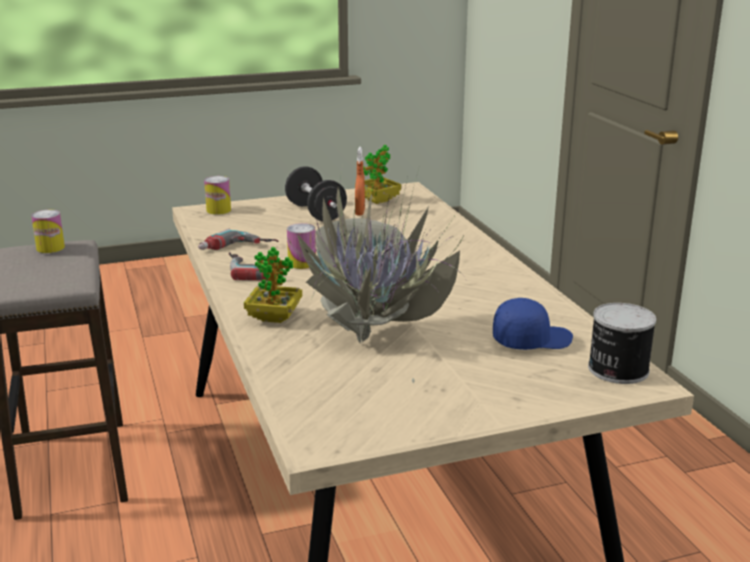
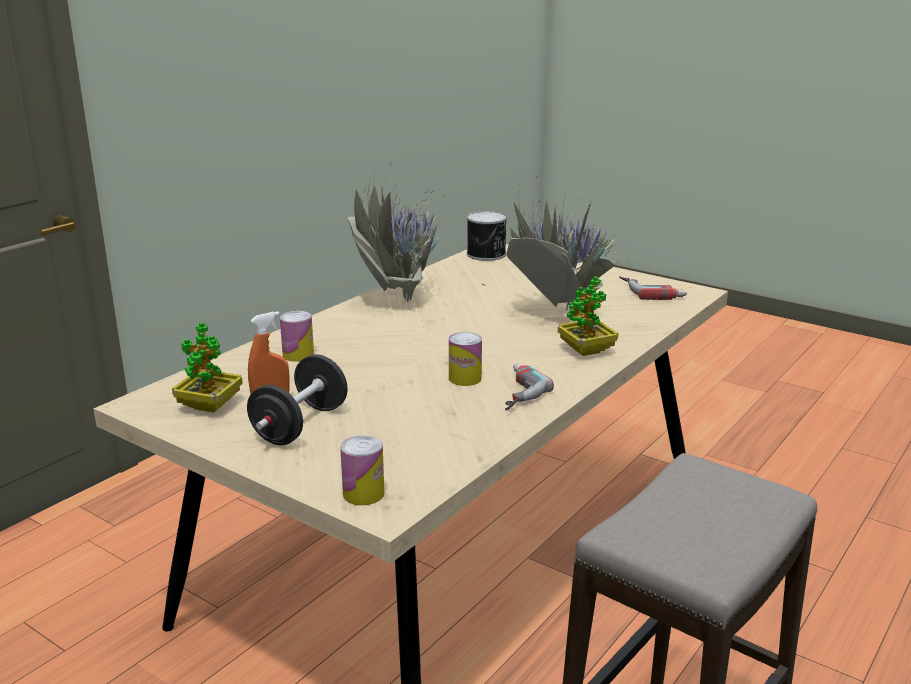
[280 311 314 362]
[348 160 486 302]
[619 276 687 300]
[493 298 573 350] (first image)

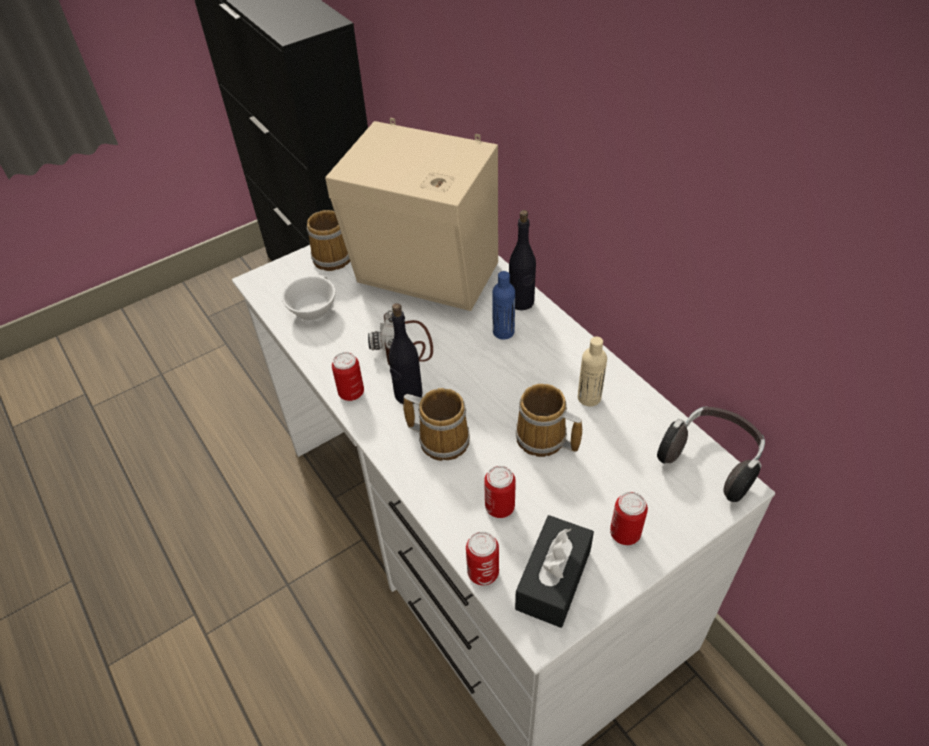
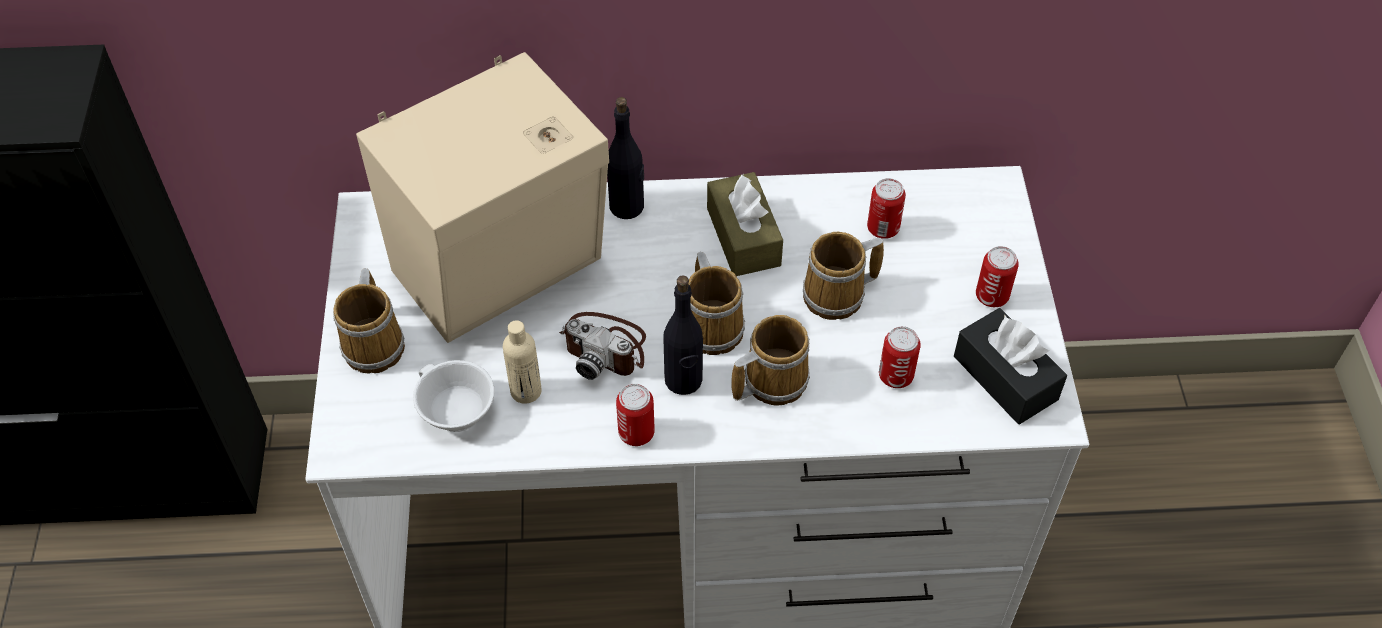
[503 320 542 404]
[689 252 745 355]
[707 172 783 276]
[867 178 906 239]
[492 271 515 339] (first image)
[657 406 765 502] (first image)

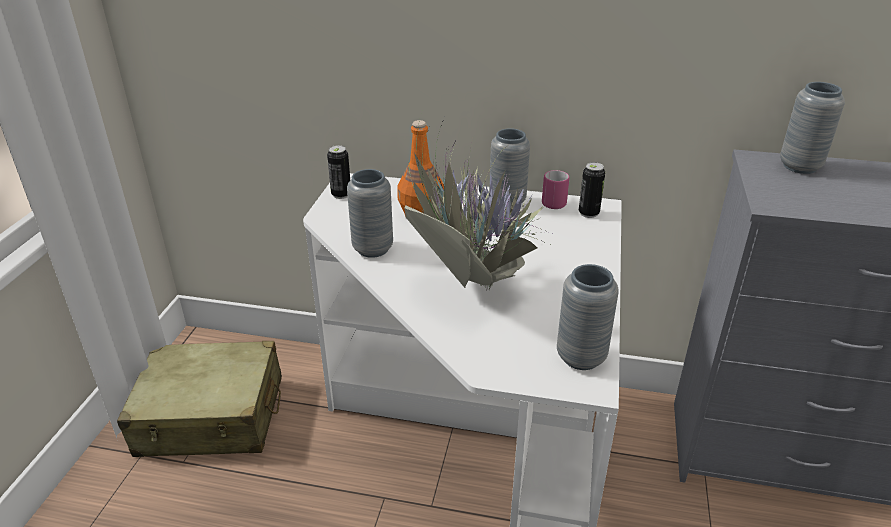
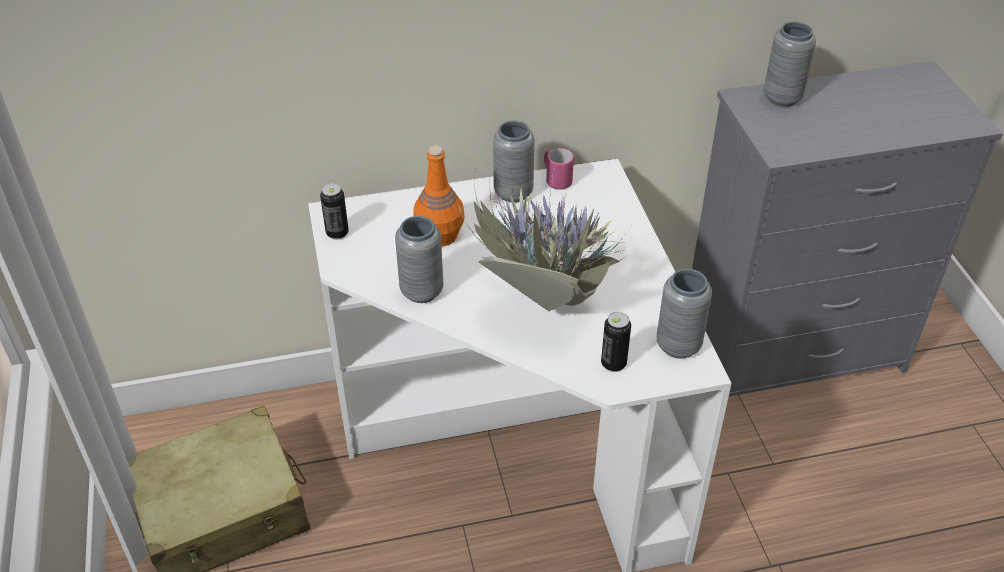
[601 312 631 372]

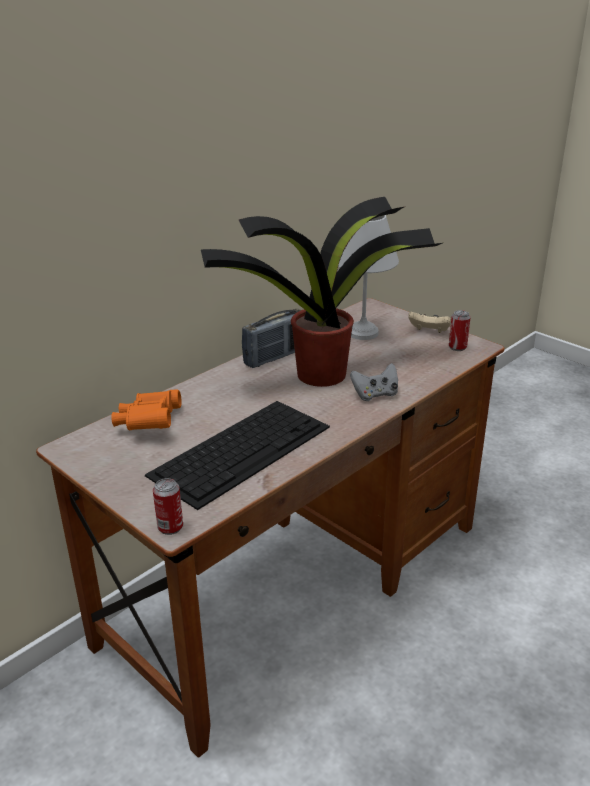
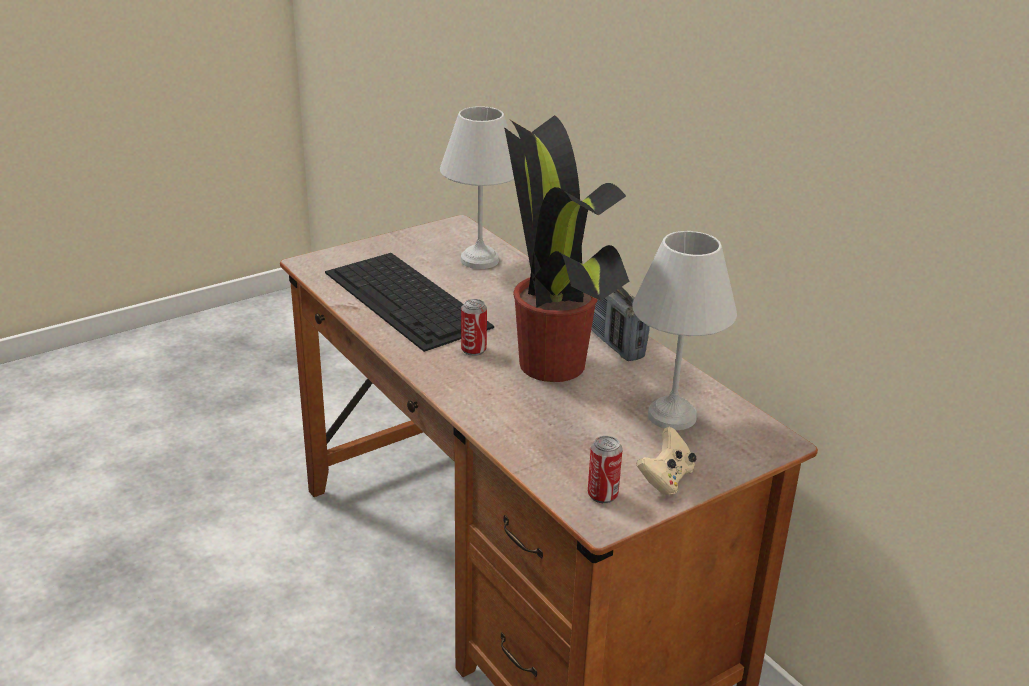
[440 106 514 269]
[461 299 487 356]
[350 363 398 401] (first image)

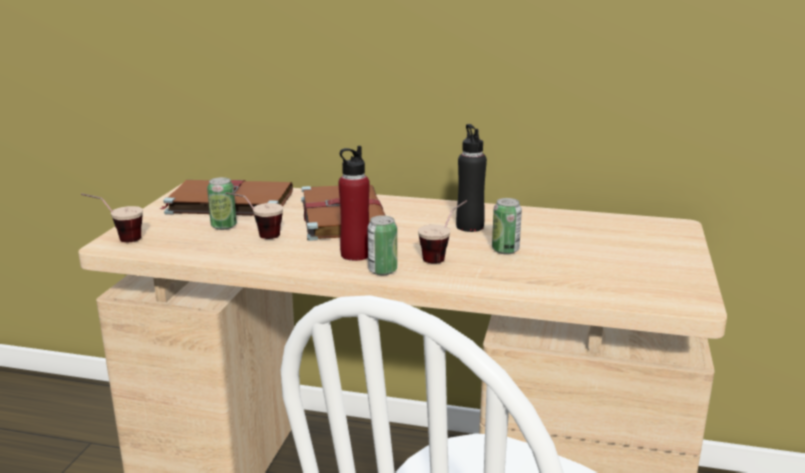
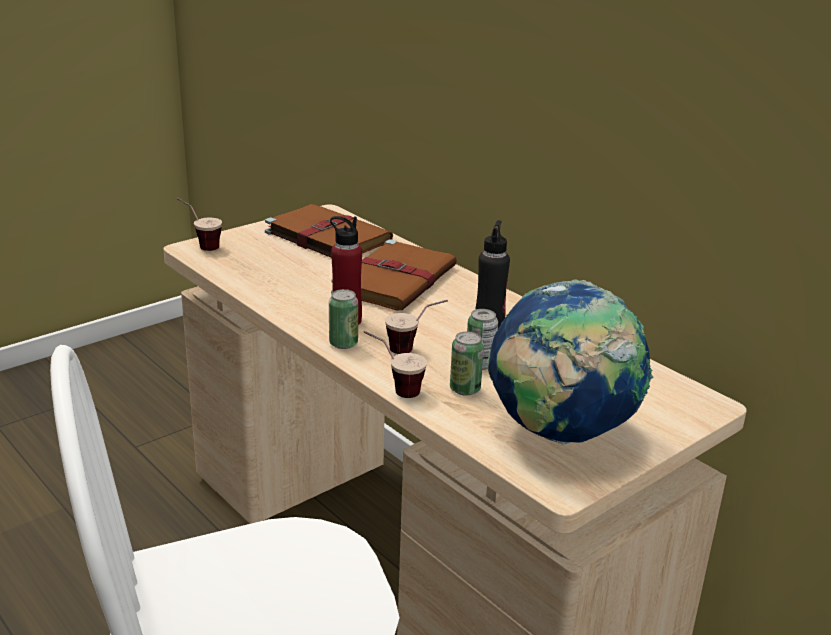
[363 331 427 398]
[450 331 484 396]
[487 279 654 444]

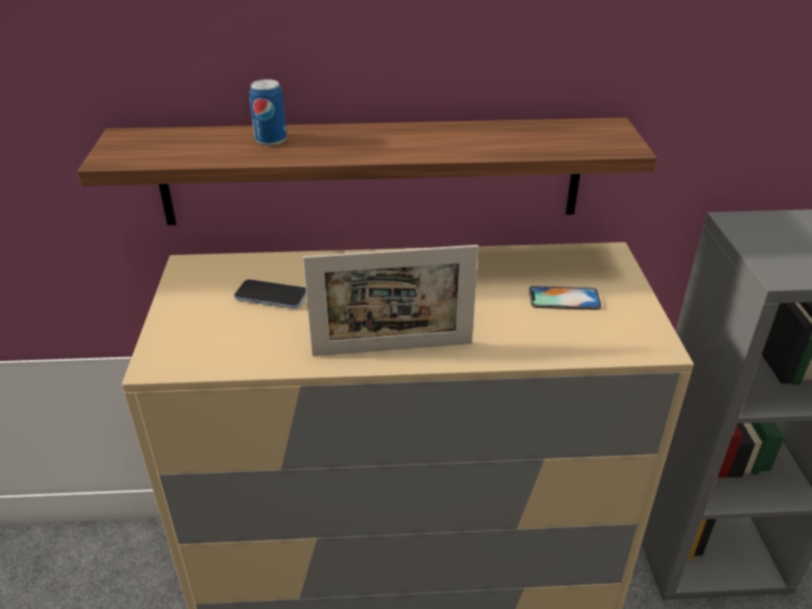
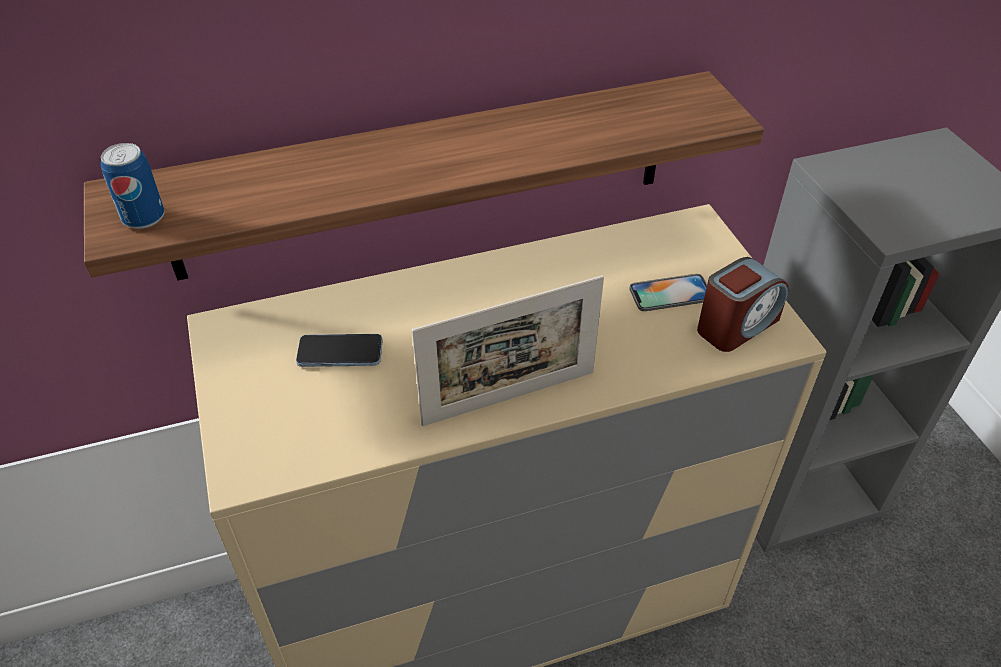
[101 143 165 229]
[697 257 788 352]

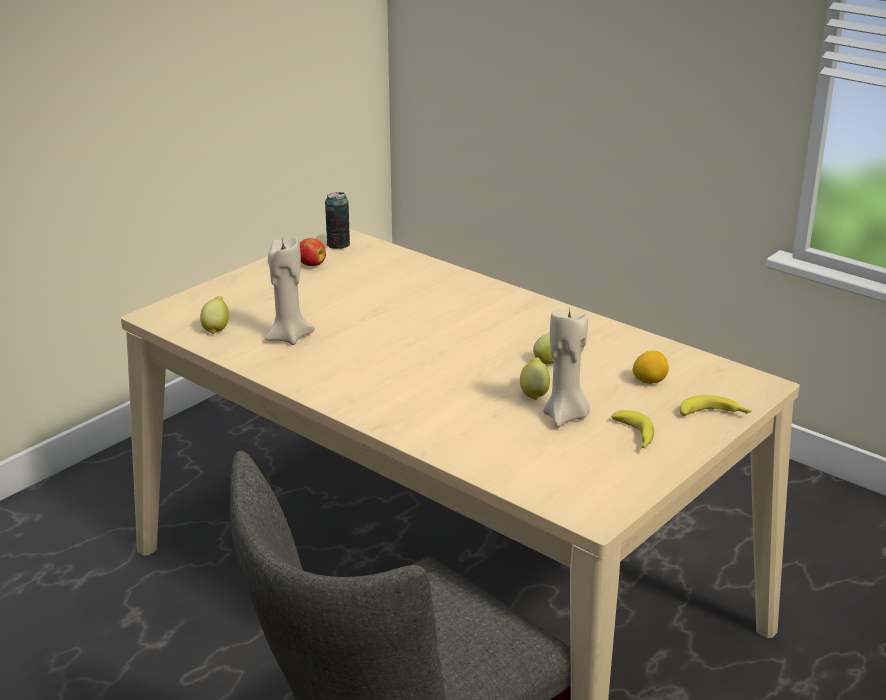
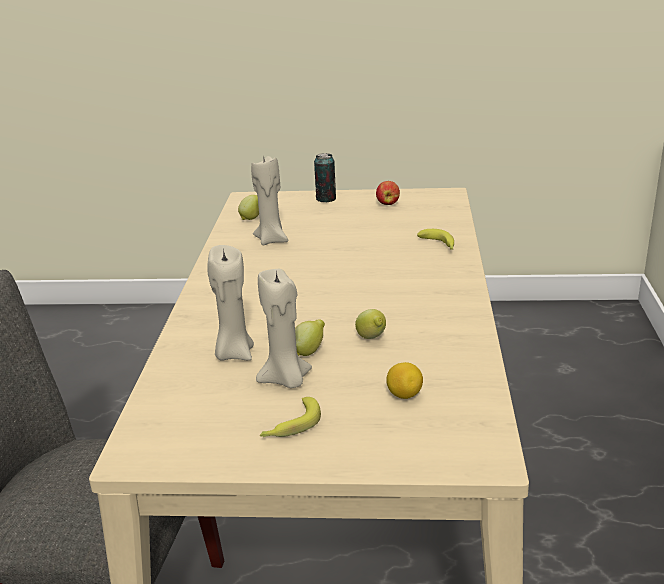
[207 245 254 361]
[314 153 336 202]
[417 229 454 250]

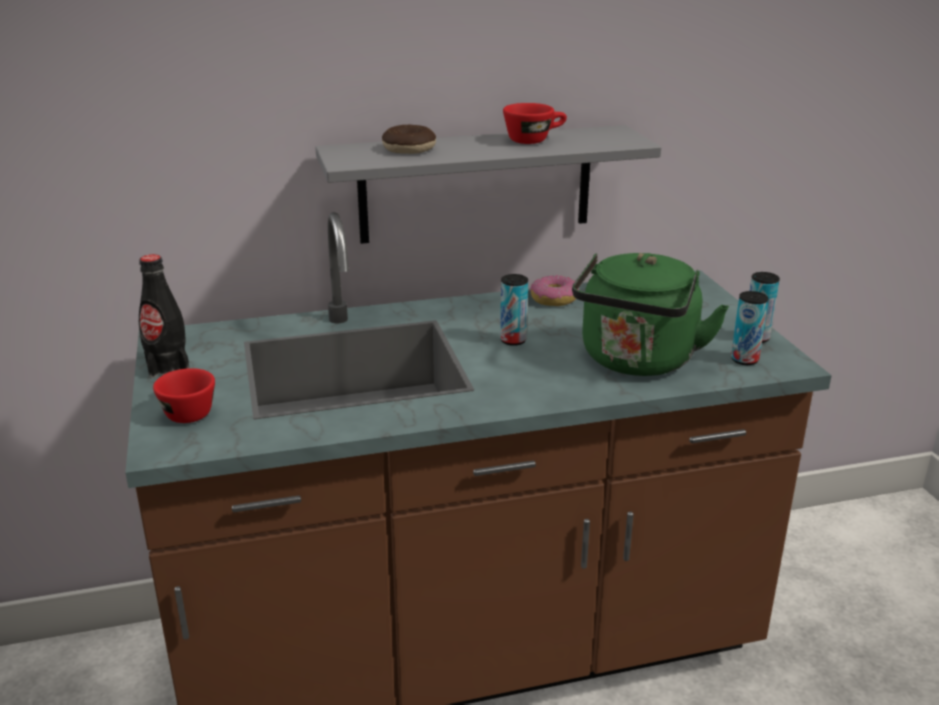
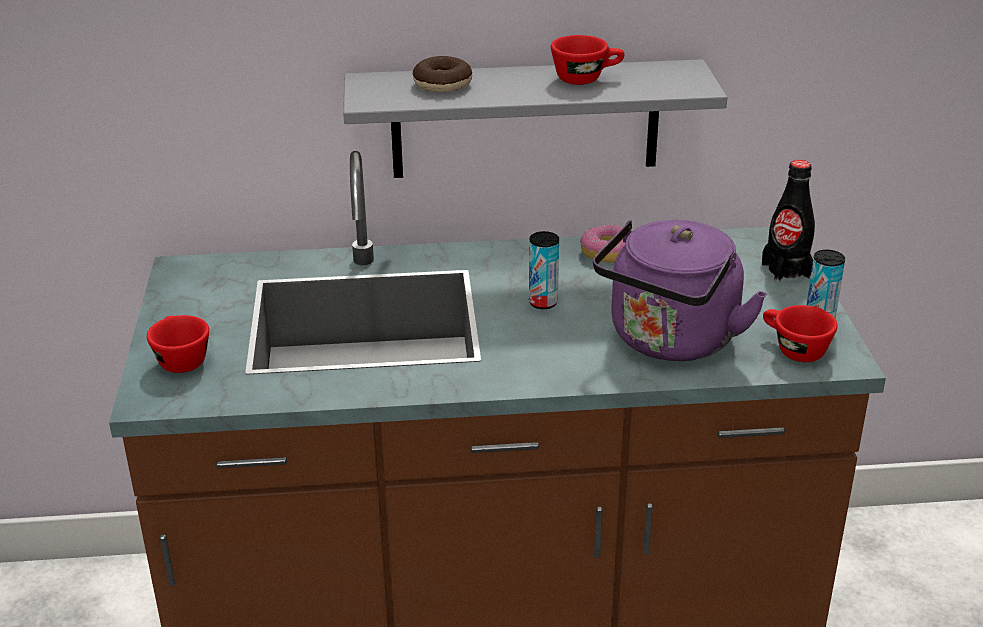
[593 220 767 361]
[762 160 815 282]
[763 305 838 362]

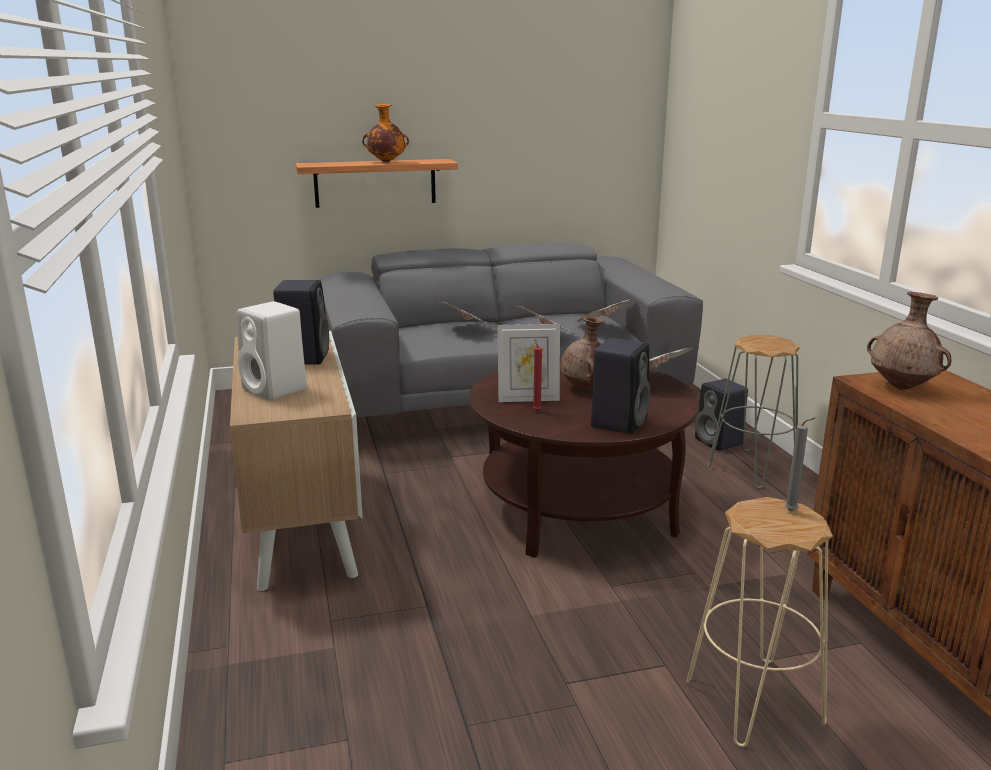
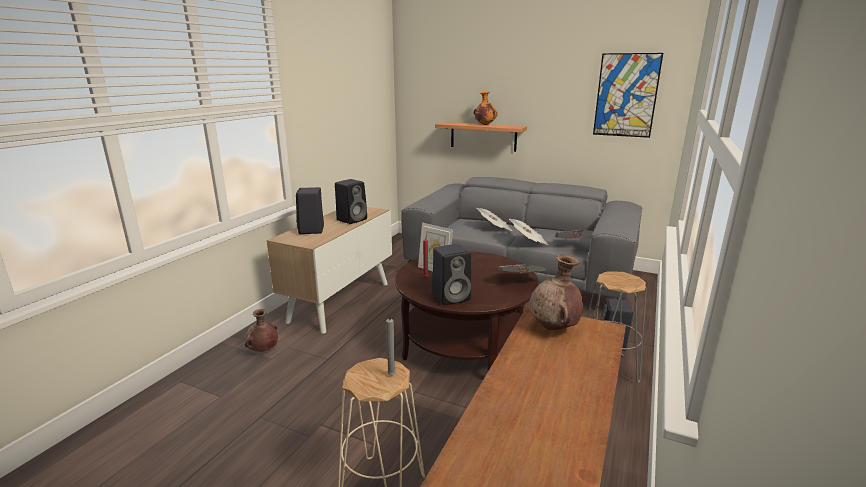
[245 309 278 352]
[296 187 324 234]
[593 53 663 138]

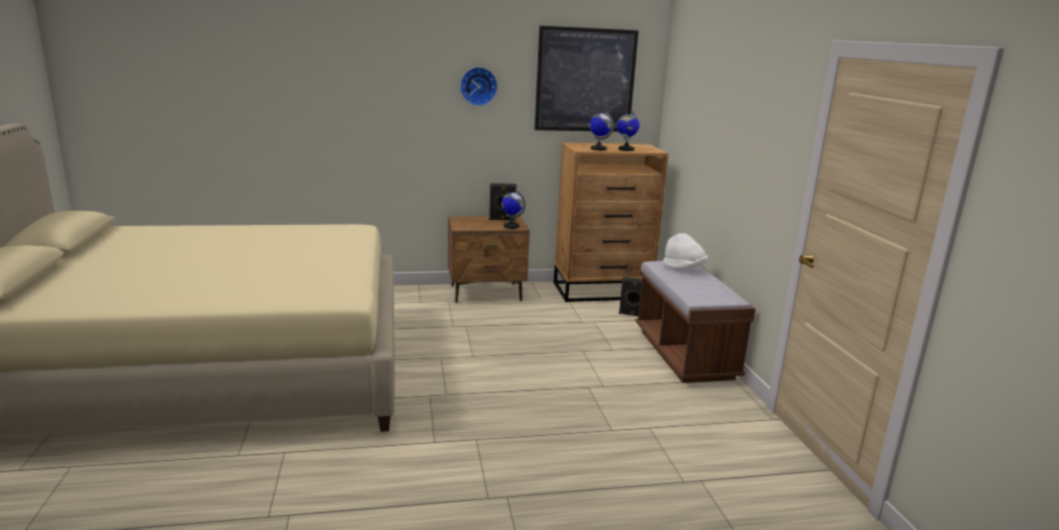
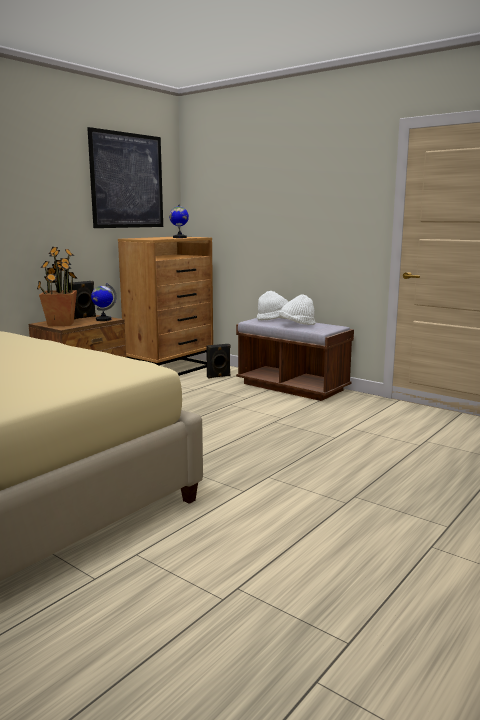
[37 247 77 326]
[279 294 316 325]
[460 67 498 106] (first image)
[589 111 614 151] (first image)

